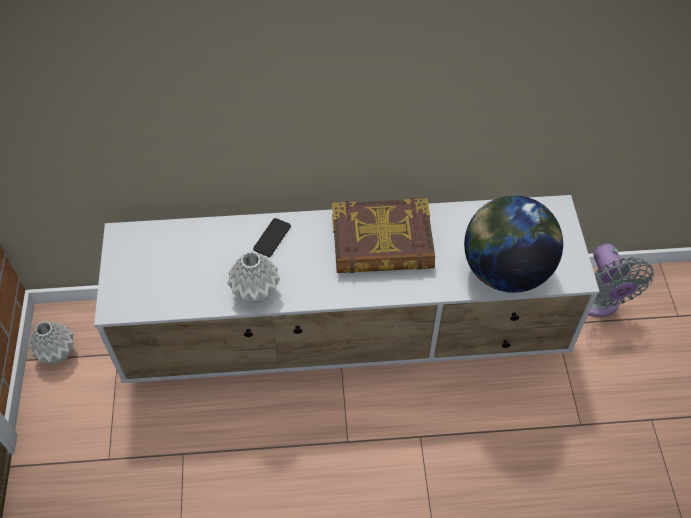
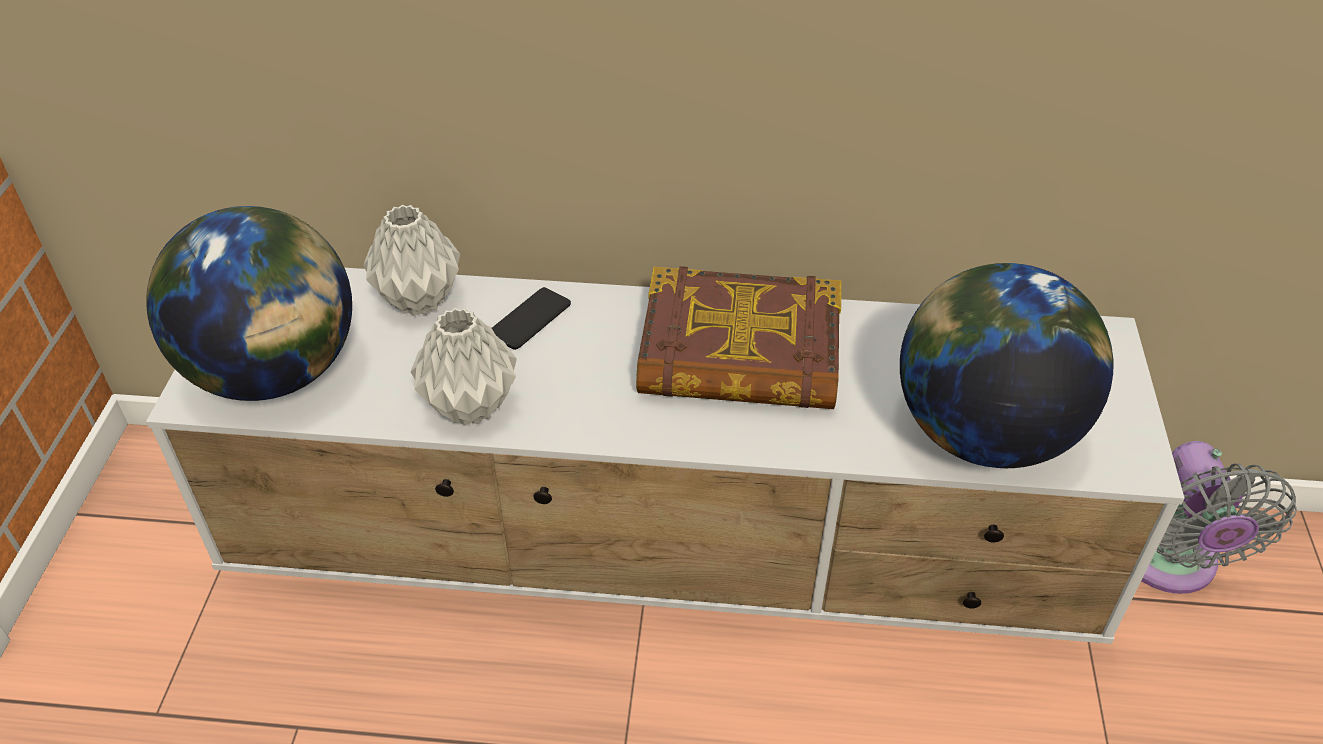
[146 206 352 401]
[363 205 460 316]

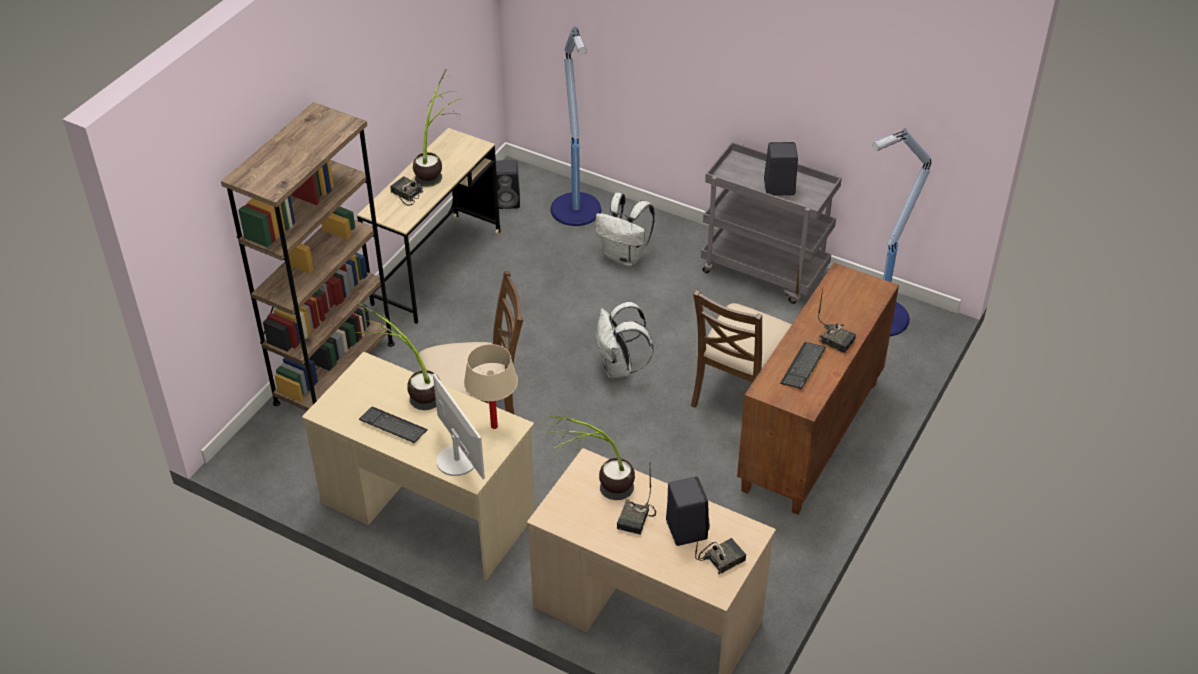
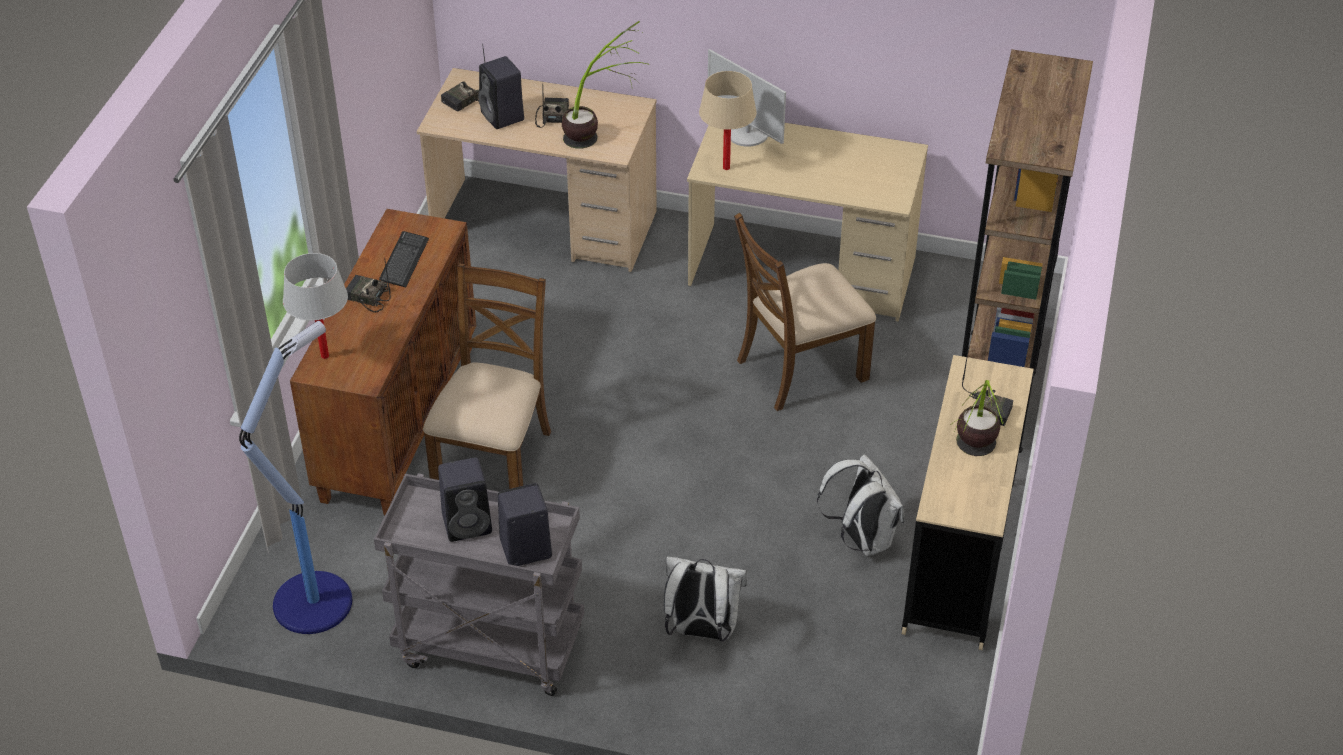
[283 253 348 359]
[498 483 552 566]
[817 454 905 556]
[356 302 440 410] (first image)
[359 406 428 443] (first image)
[551 27 601 226] (first image)

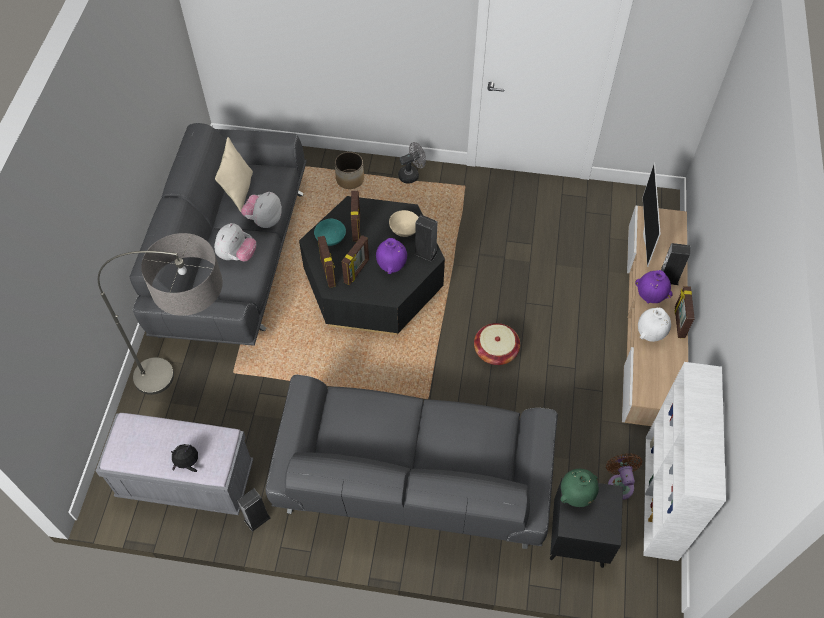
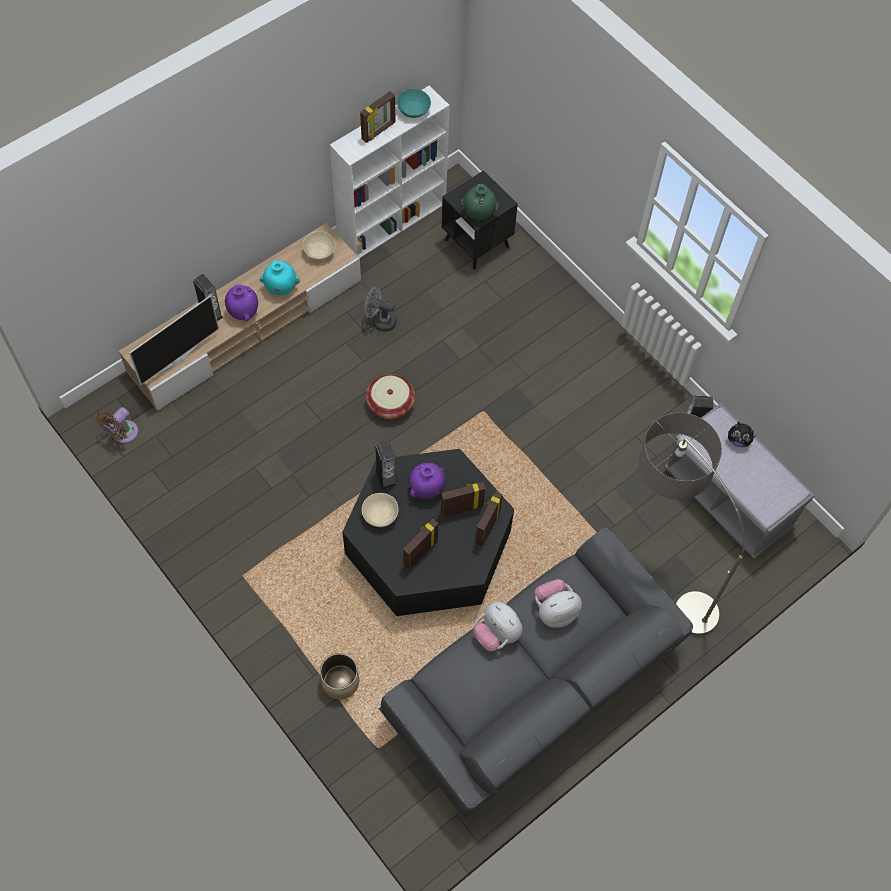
[96 407 139 444]
[260 260 300 295]
[303 231 335 260]
[360 91 396 143]
[364 287 397 332]
[397 88 431 118]
[473 602 523 652]
[215 137 253 212] (first image)
[265 375 558 549] (first image)

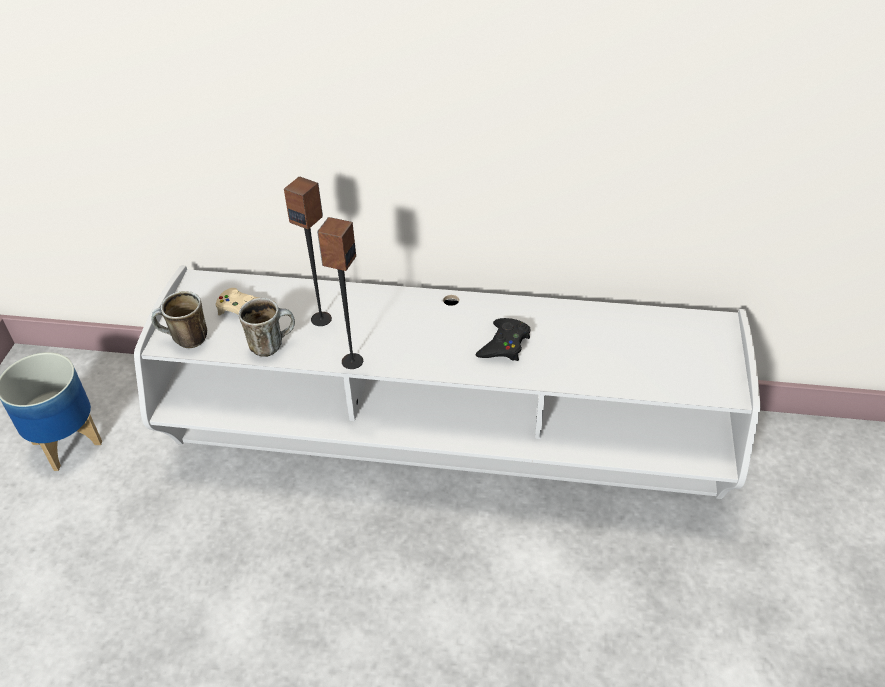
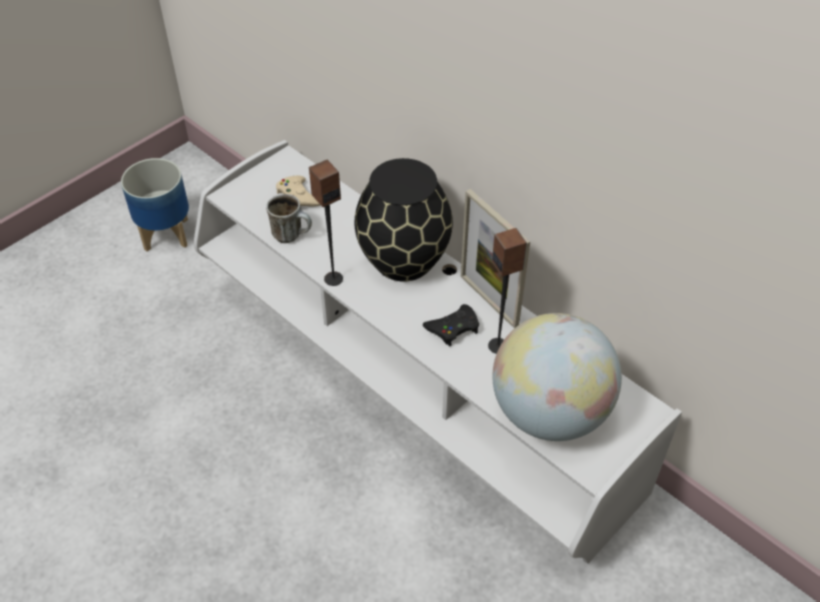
[355 158 453 281]
[461 189 530 328]
[488 228 527 354]
[492 313 622 441]
[151 291 207 348] (first image)

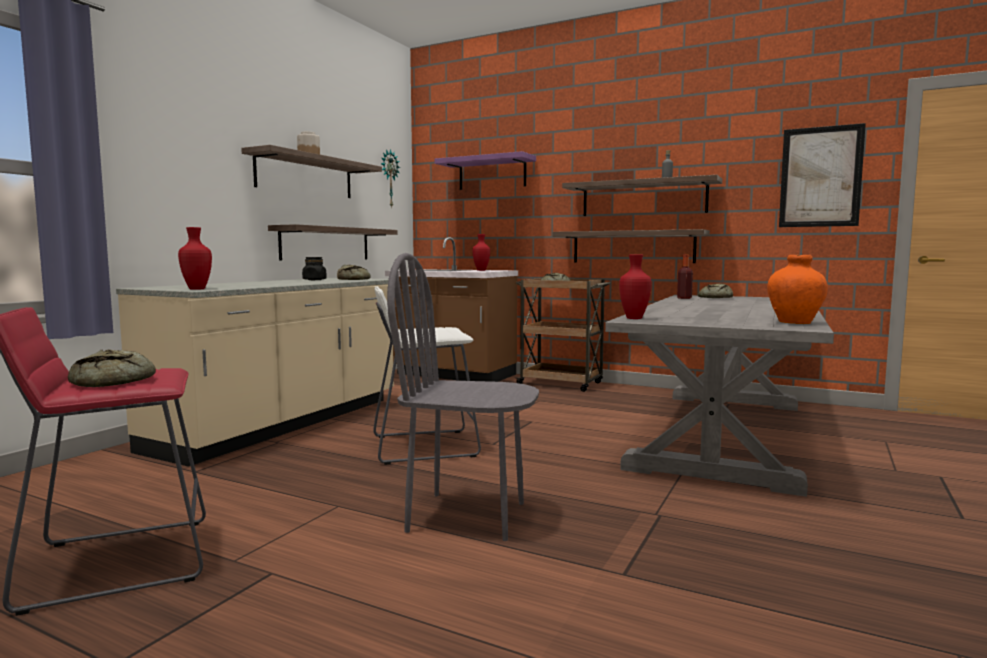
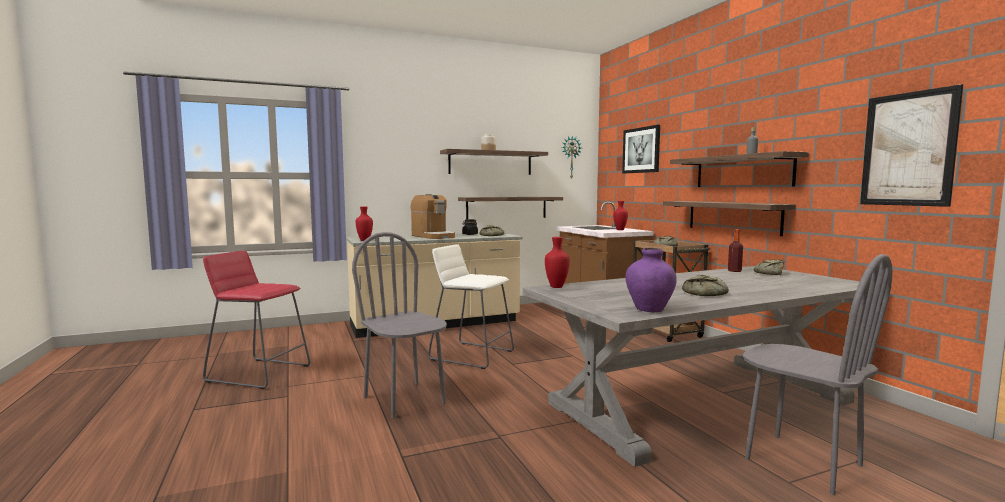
[411 194 455 239]
[622 125 660 174]
[625 248 677 313]
[682 274 729 296]
[743 254 893 495]

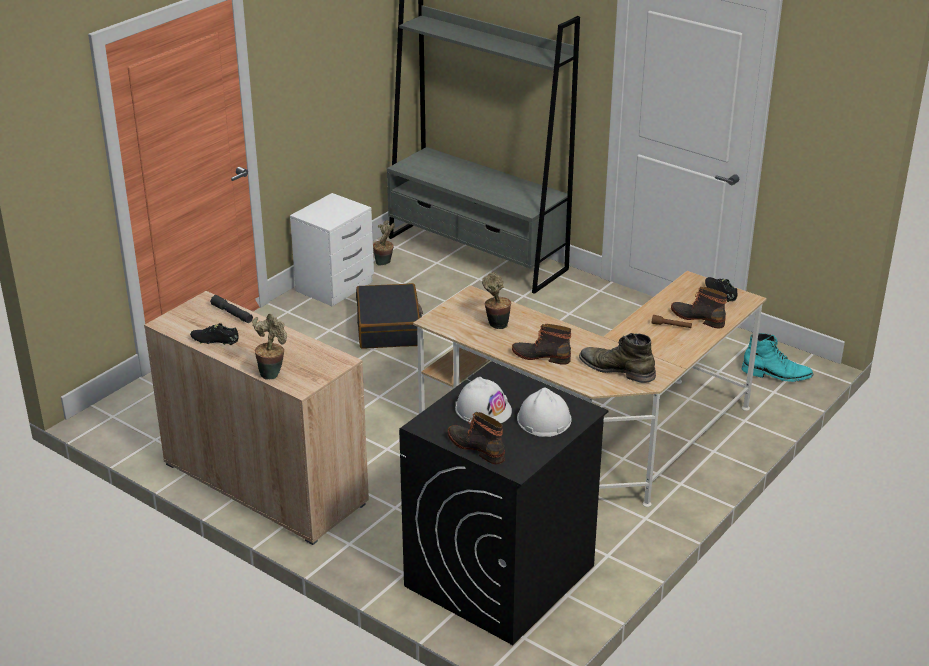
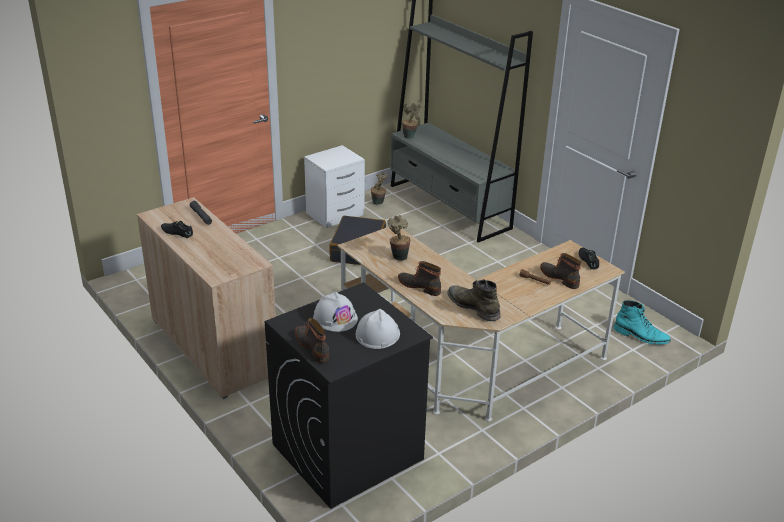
[402 103 420 139]

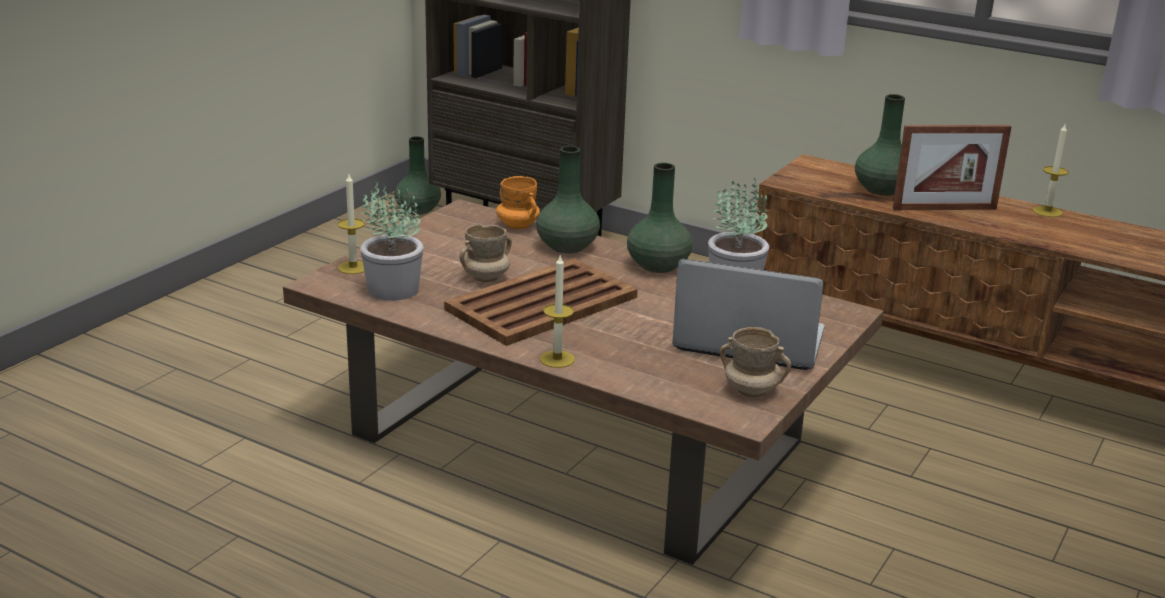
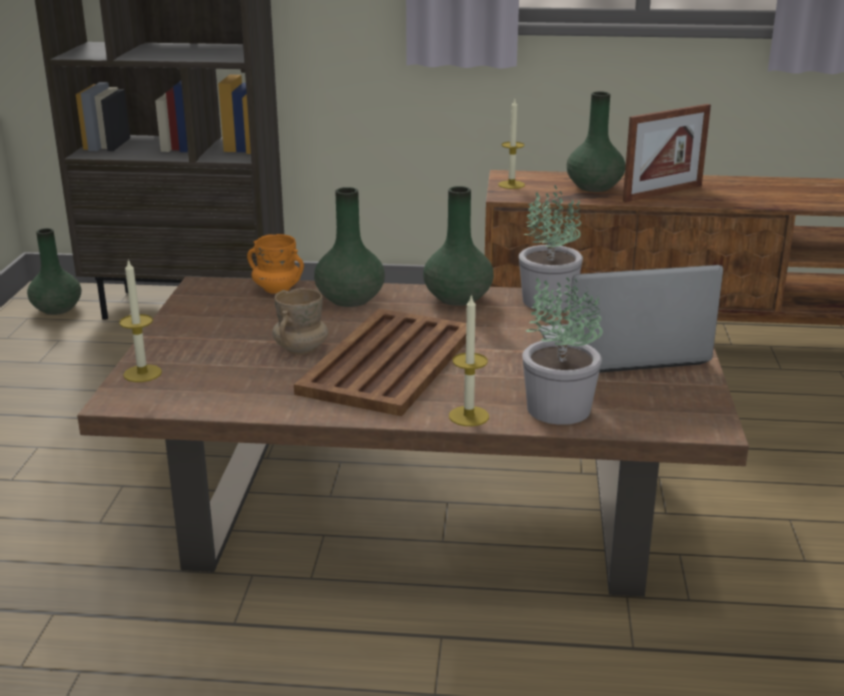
[498 99 525 189]
[522 276 603 425]
[720 327 791 397] (first image)

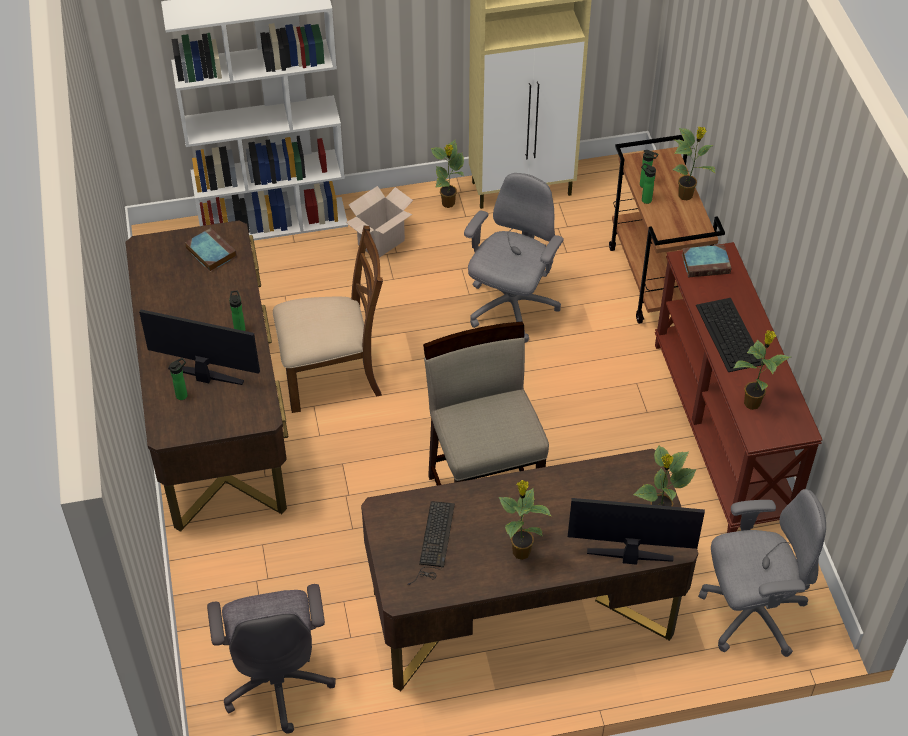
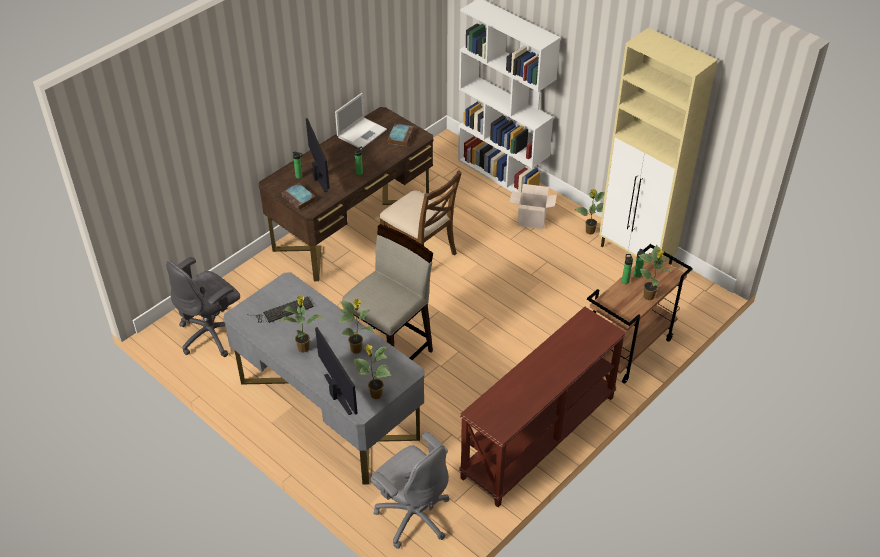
[223 272 425 485]
[282 183 316 210]
[335 93 387 149]
[339 299 374 353]
[464 173 564 343] (first image)
[696 298 765 372] (first image)

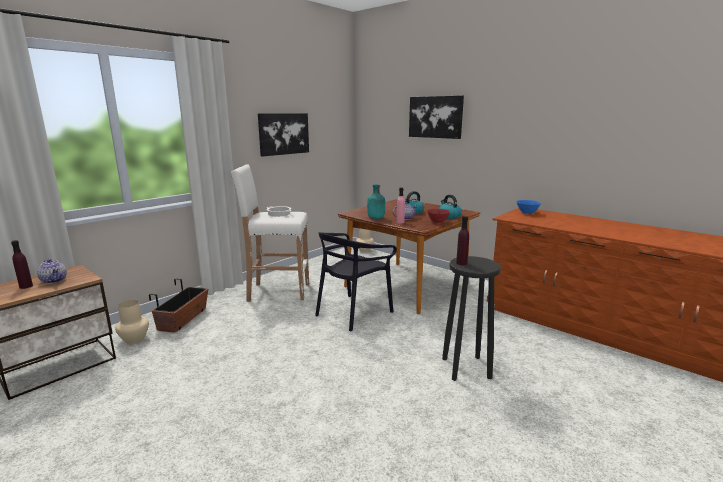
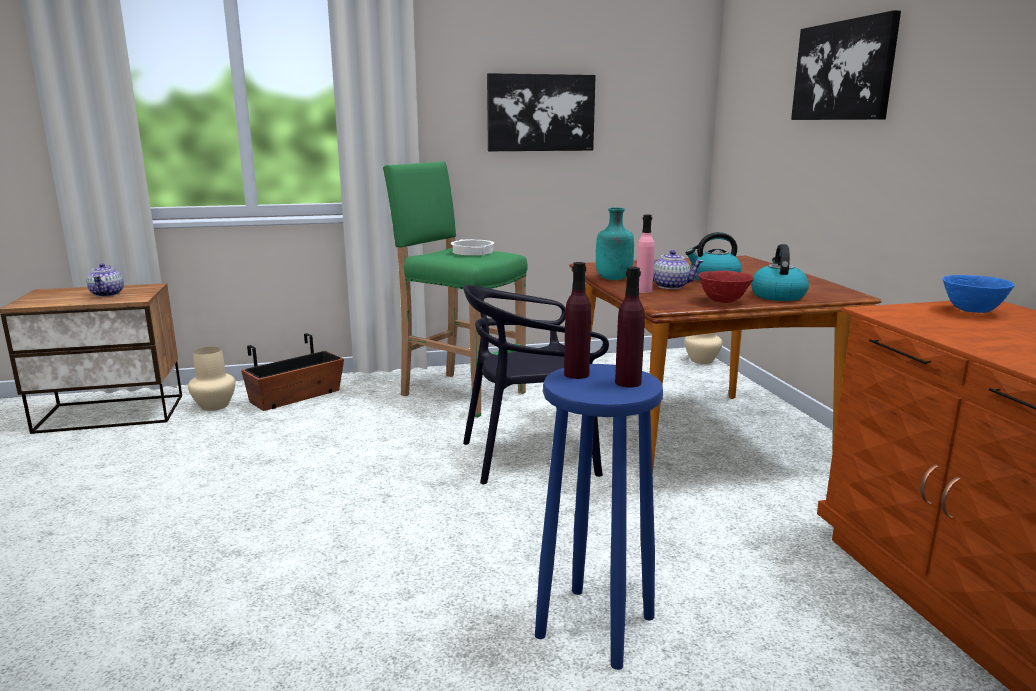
[383 161 528 418]
[535 364 663 670]
[615 267 645 388]

